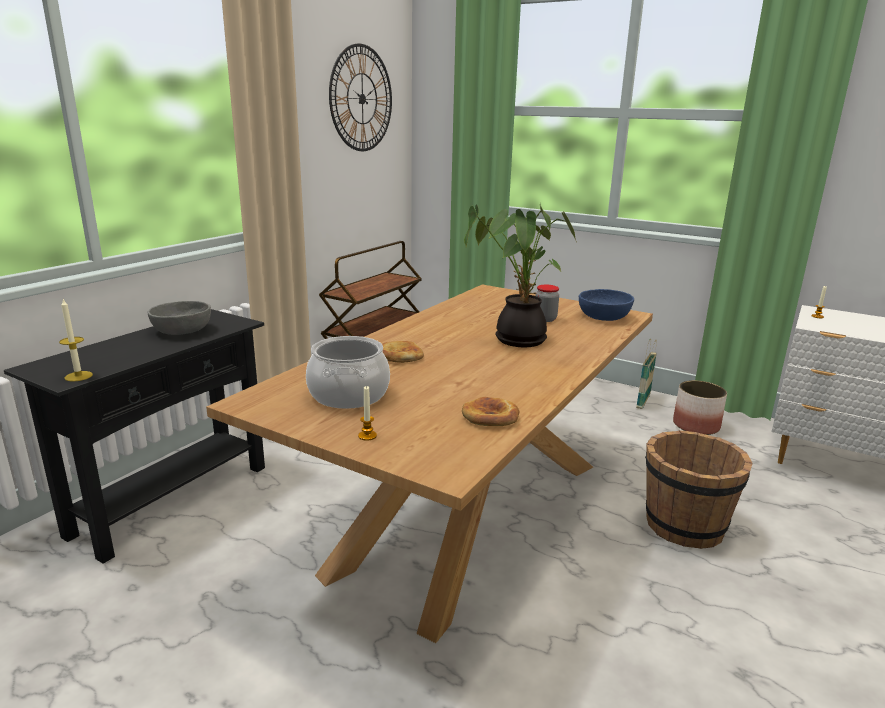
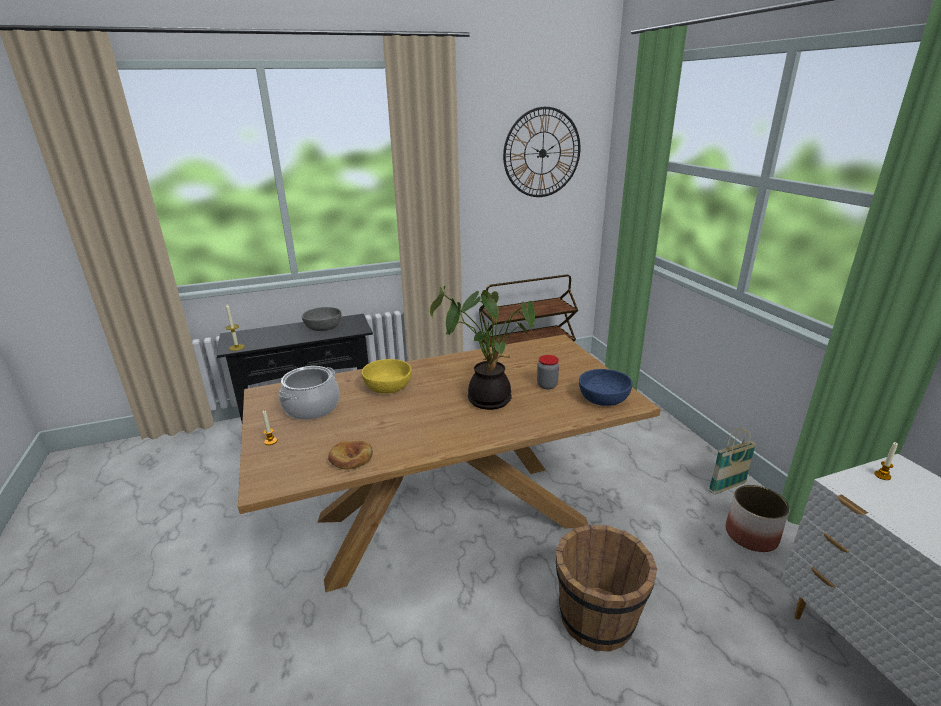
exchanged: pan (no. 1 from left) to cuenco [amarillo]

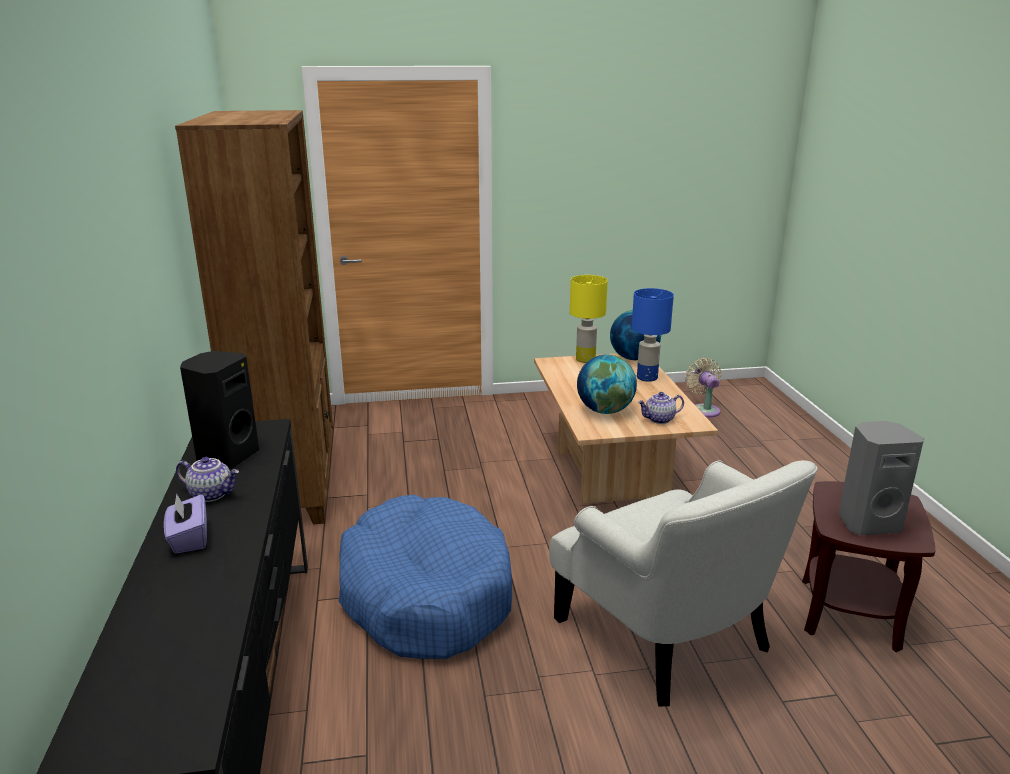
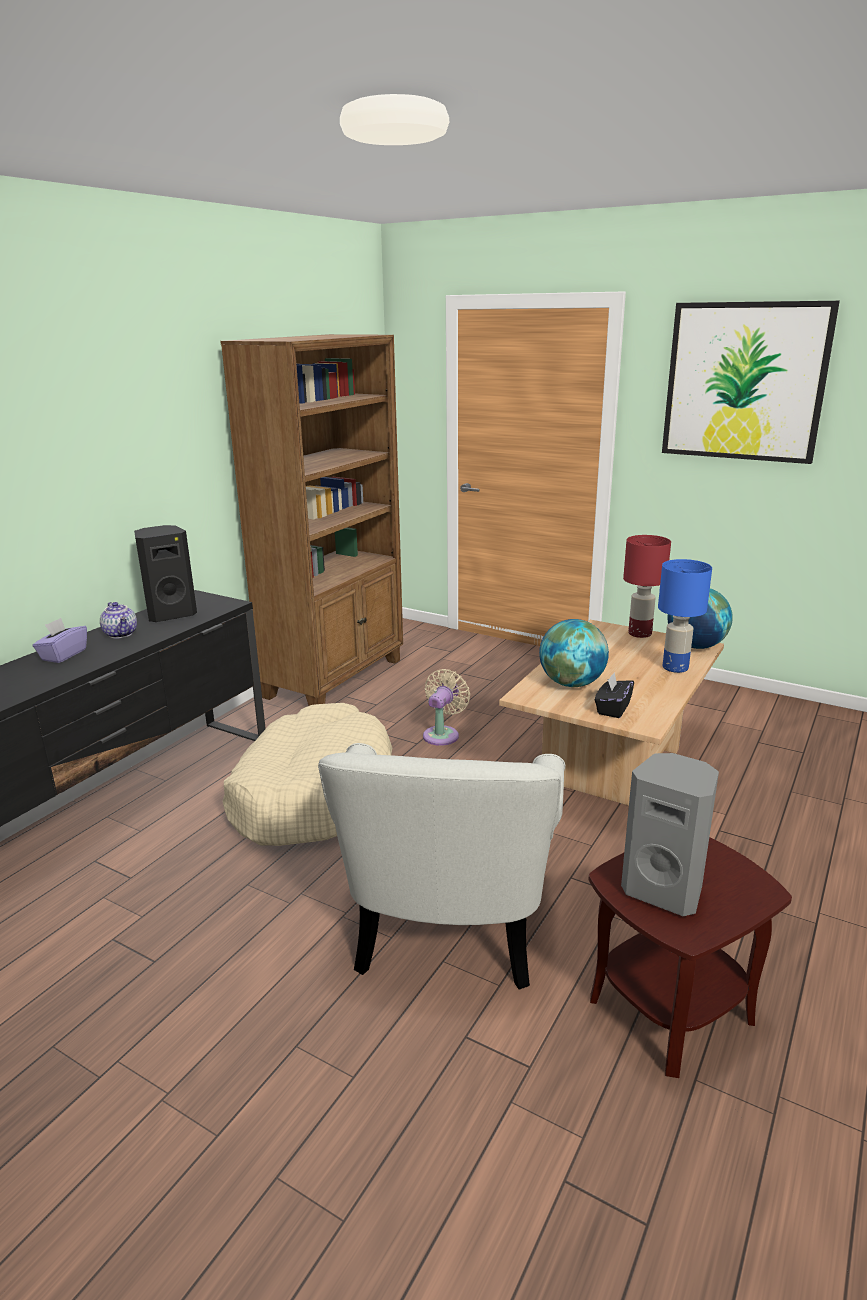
appeared: cuadro
relocated: ventilador [beis]
exchanged: tetera (no. 2 from left) to caja de pañuelos [negro]
colour: cama para perro [azul] to cama para perro [beis]; lámpara de mesa [amarillo] to lámpara de mesa [rojo]

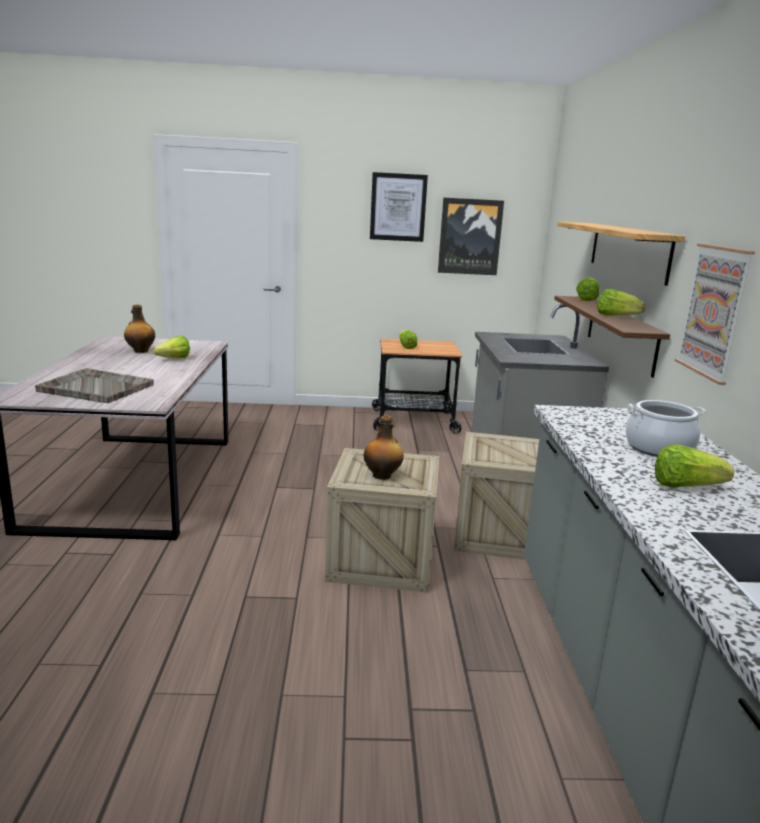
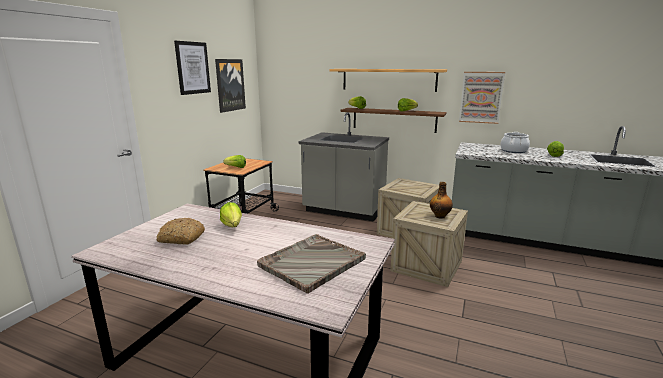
exchanged: botella (no. 1 from left) to pan

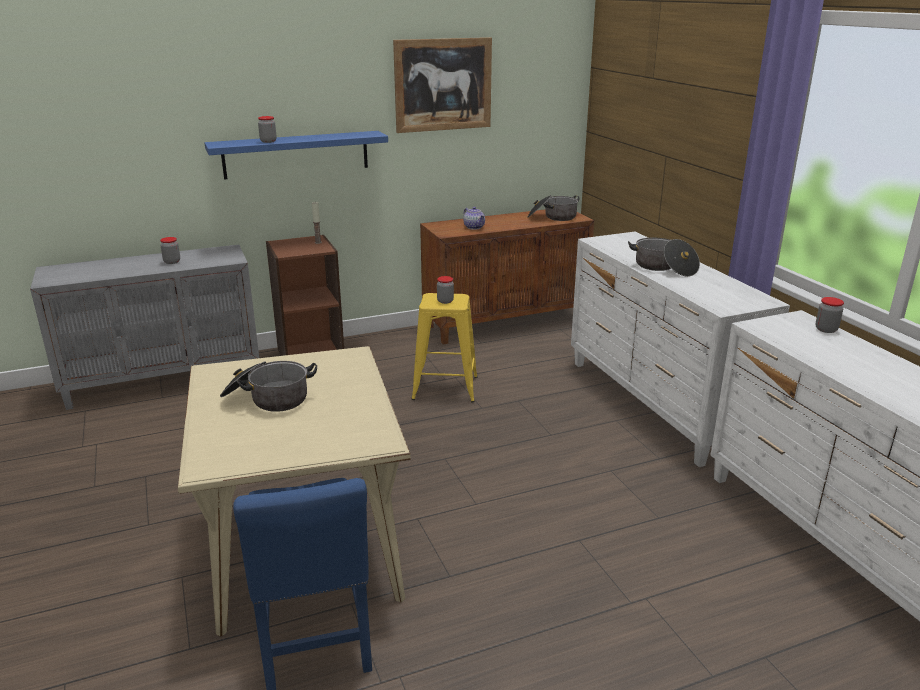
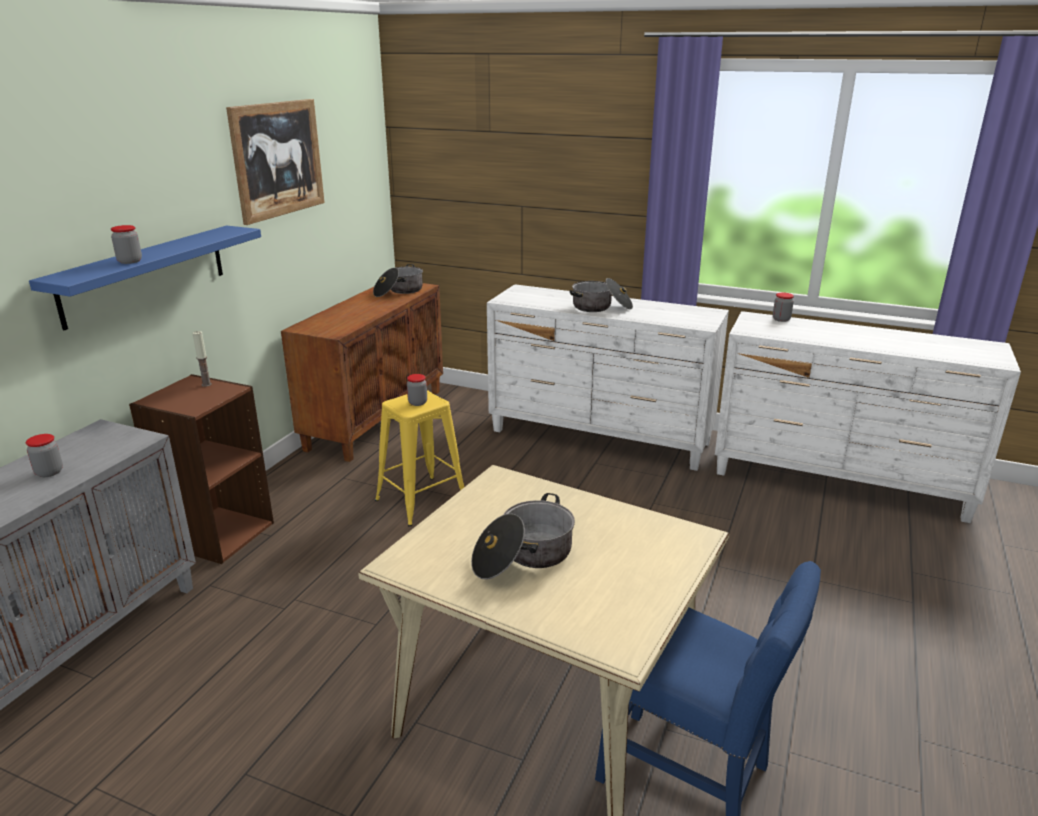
missing: tetera

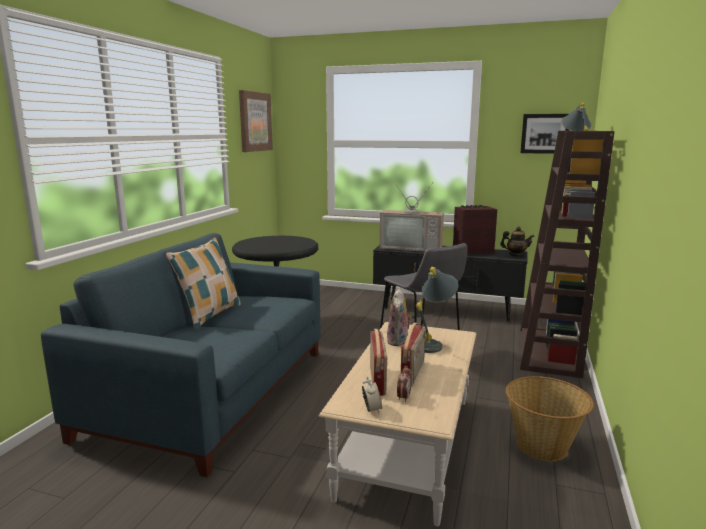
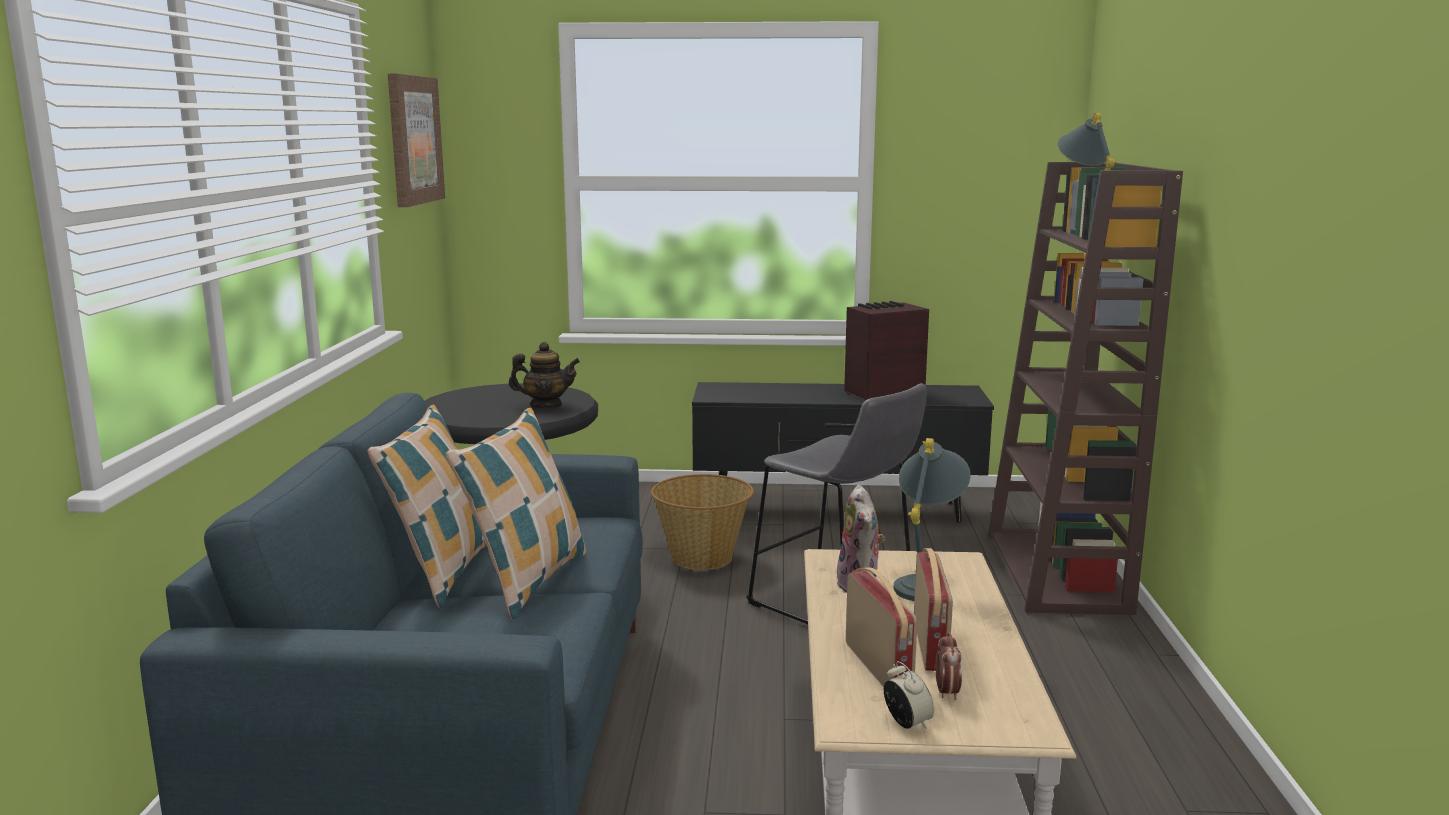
missing: televisor; cuadro (no. 2 from left)
appeared: cojín (no. 2 from left)
relocated: tetera; cesta

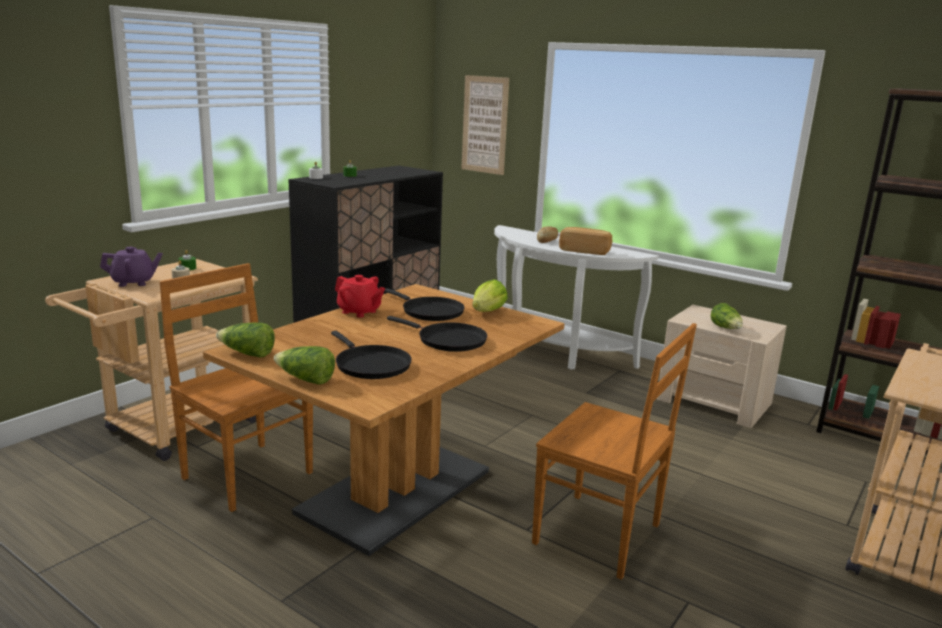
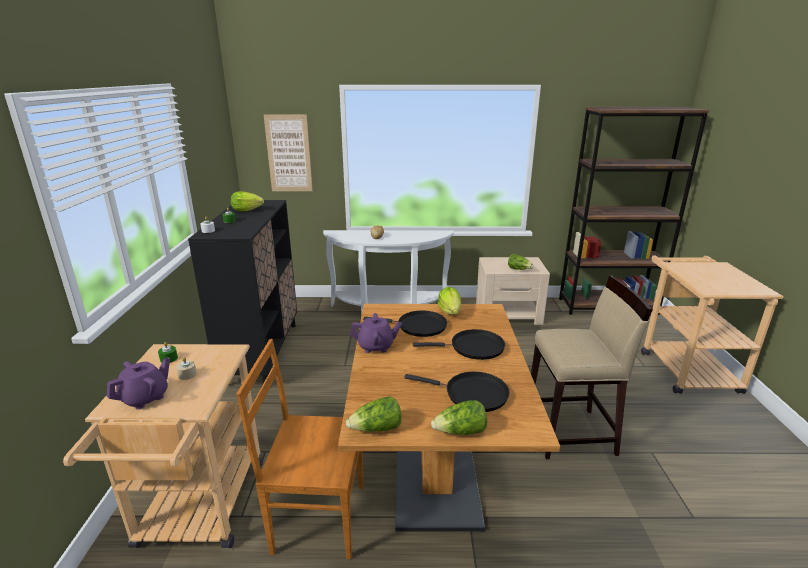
missing: pan (no. 2 from left)
appeared: lechuga (no. 1 from left)
exchanged: silla [marrón] (no. 2 from left) to taburete [beis]
colour: tetera [rojo] to tetera [morado] (no. 2 from left)

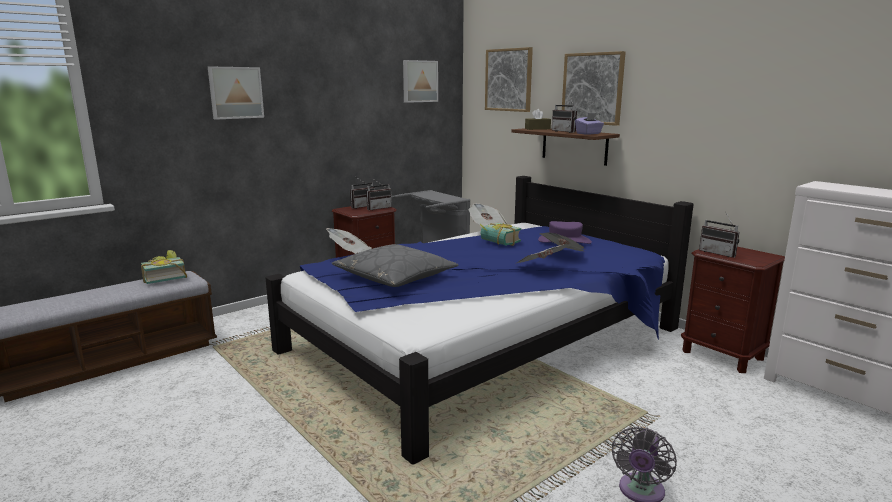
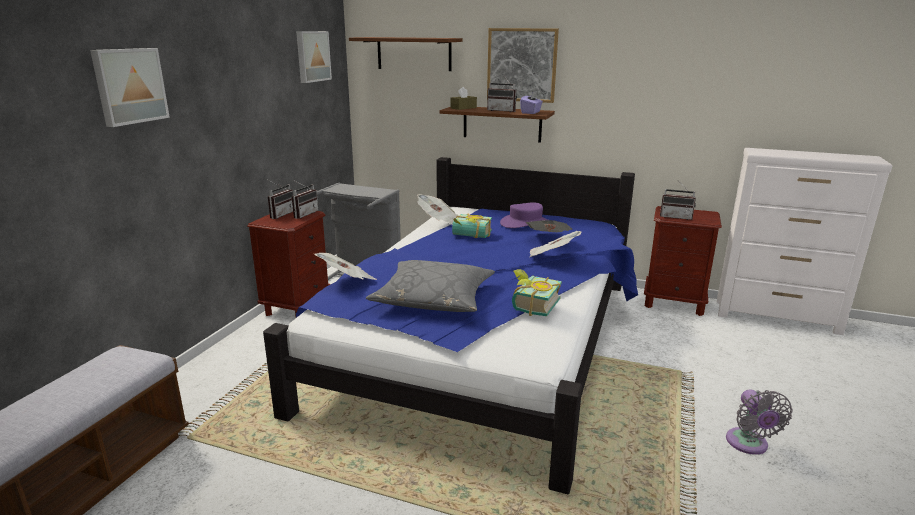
relocated: libro (no. 1 from left in the first image) to libro (no. 2 from left)
exchanged: cuadro (no. 3 from left) to estante [marrón] (no. 1 from left)

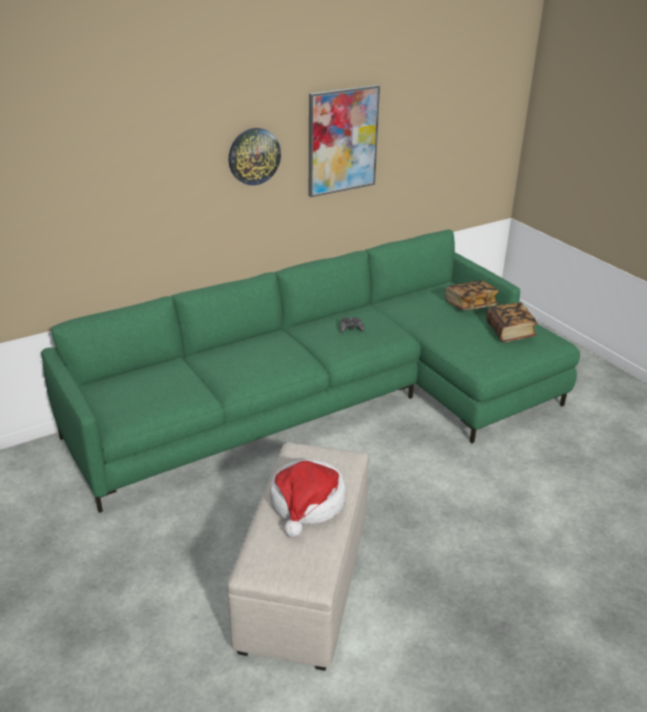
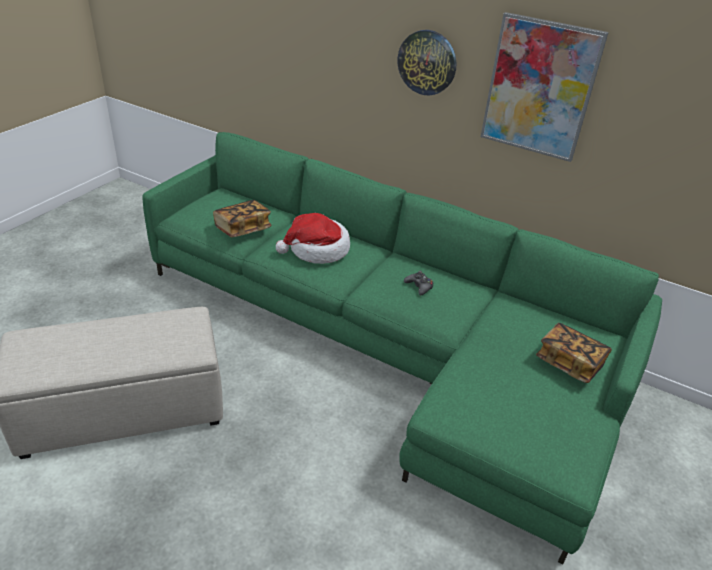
relocated: libro (no. 2 from left in the first image) to libro (no. 1 from left); sombrero

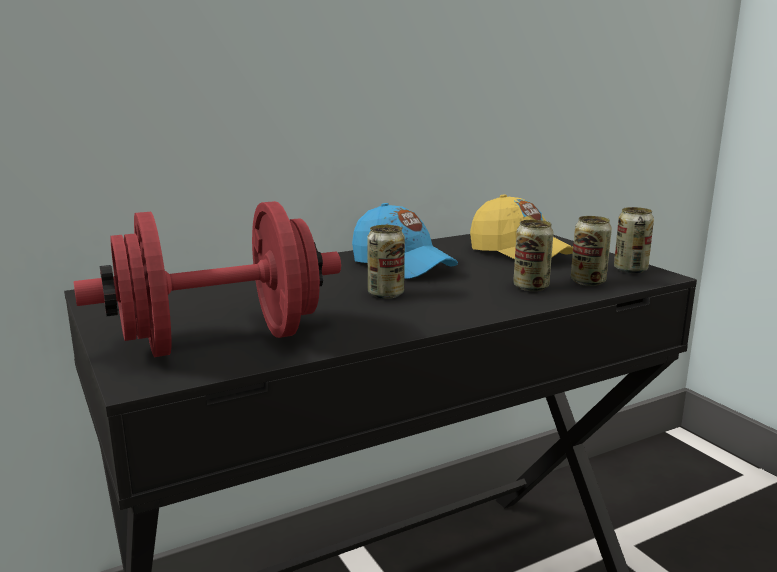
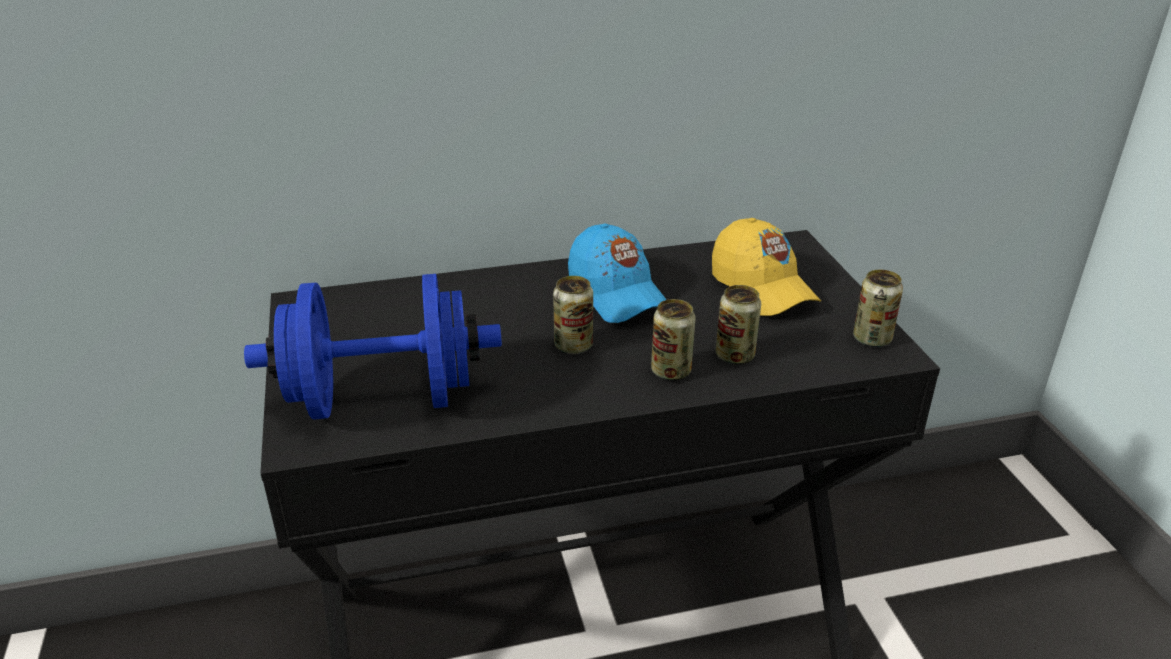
relocated: lata (no. 3 from left in the first image) to lata (no. 2 from left)
colour: mancuerna [rojo] to mancuerna [azul]

